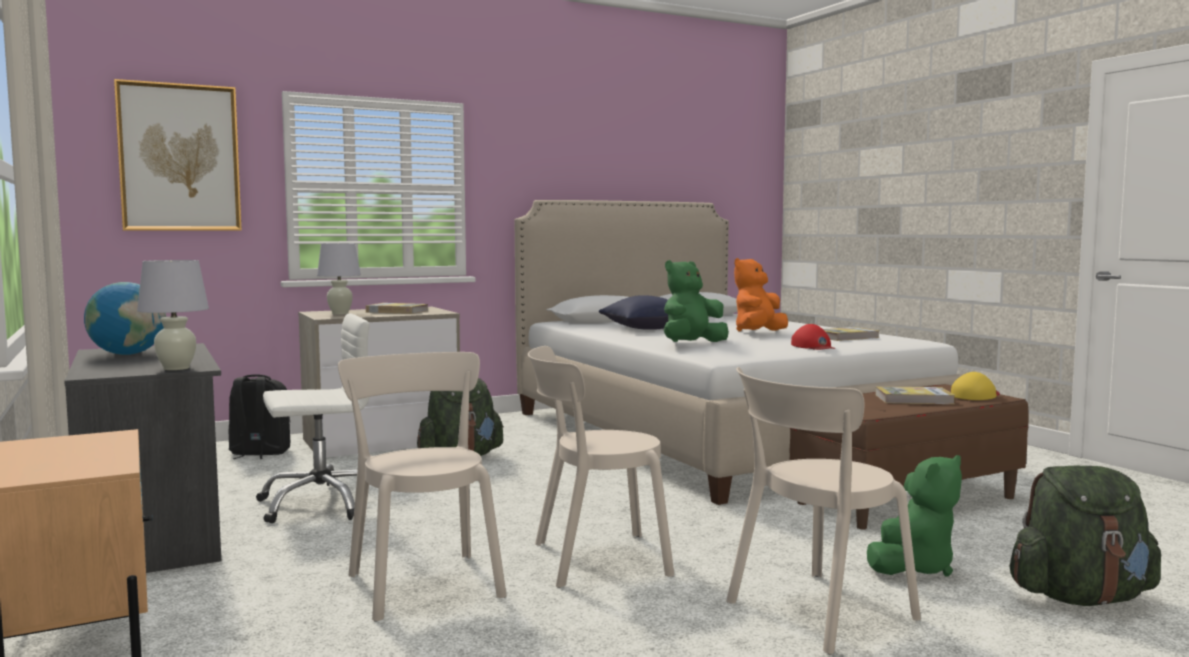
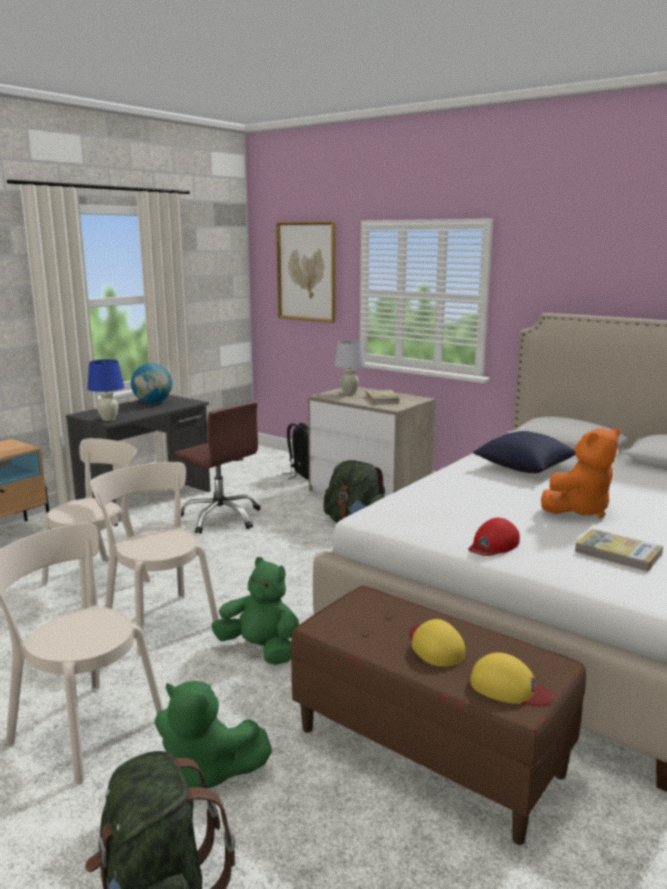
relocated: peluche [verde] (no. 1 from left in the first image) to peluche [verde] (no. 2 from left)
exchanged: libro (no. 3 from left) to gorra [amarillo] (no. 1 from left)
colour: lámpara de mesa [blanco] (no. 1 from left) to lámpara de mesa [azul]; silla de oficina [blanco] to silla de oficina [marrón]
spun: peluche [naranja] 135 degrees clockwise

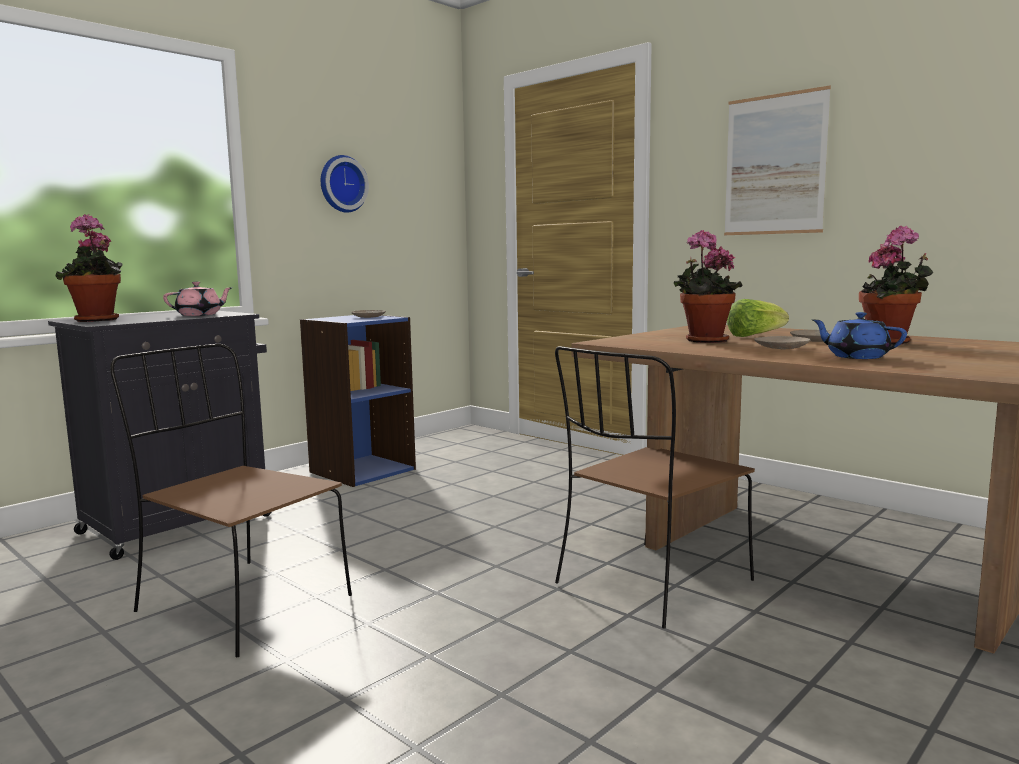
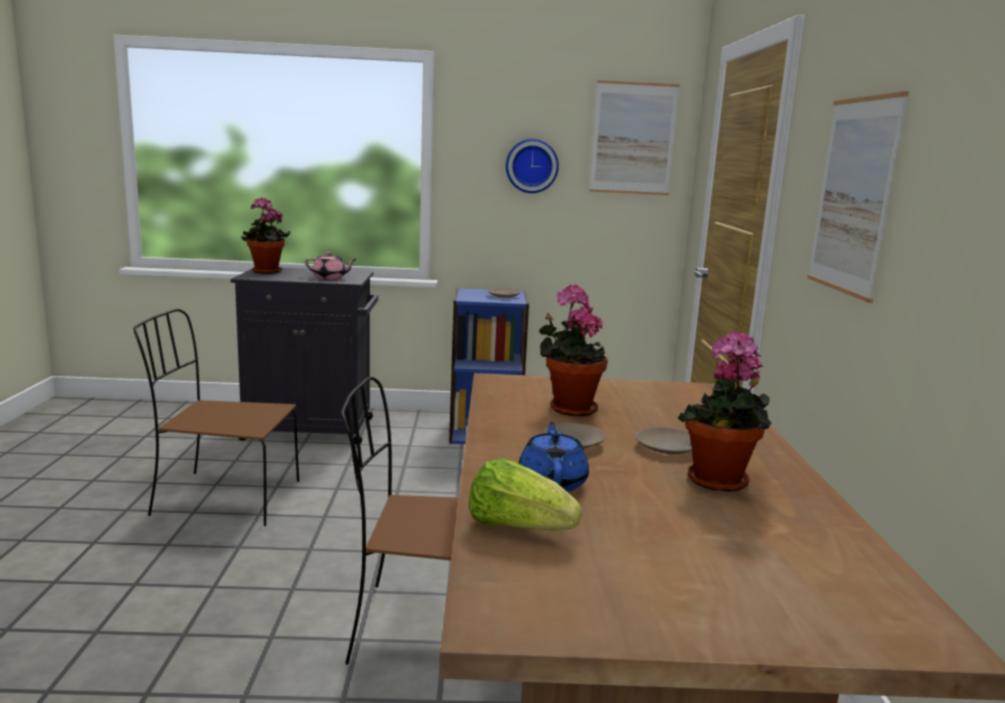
appeared: cuadro (no. 1 from left)
relocated: lechuga
spun: silla [marrón] (no. 1 from left) 75 degrees counterclockwise

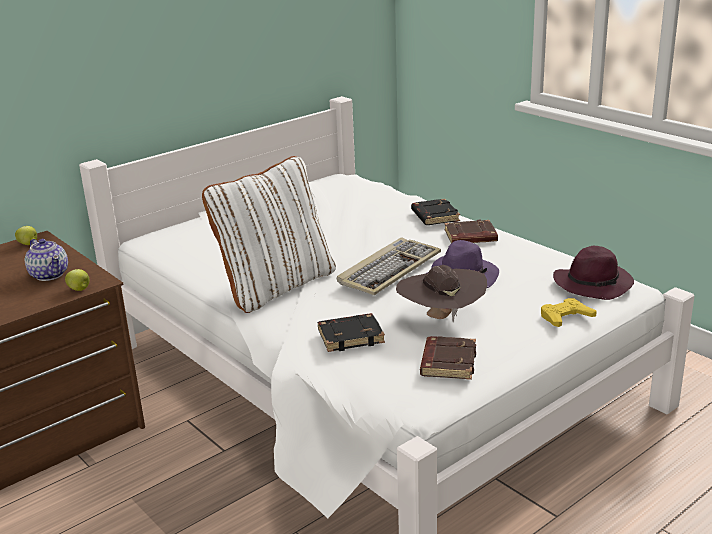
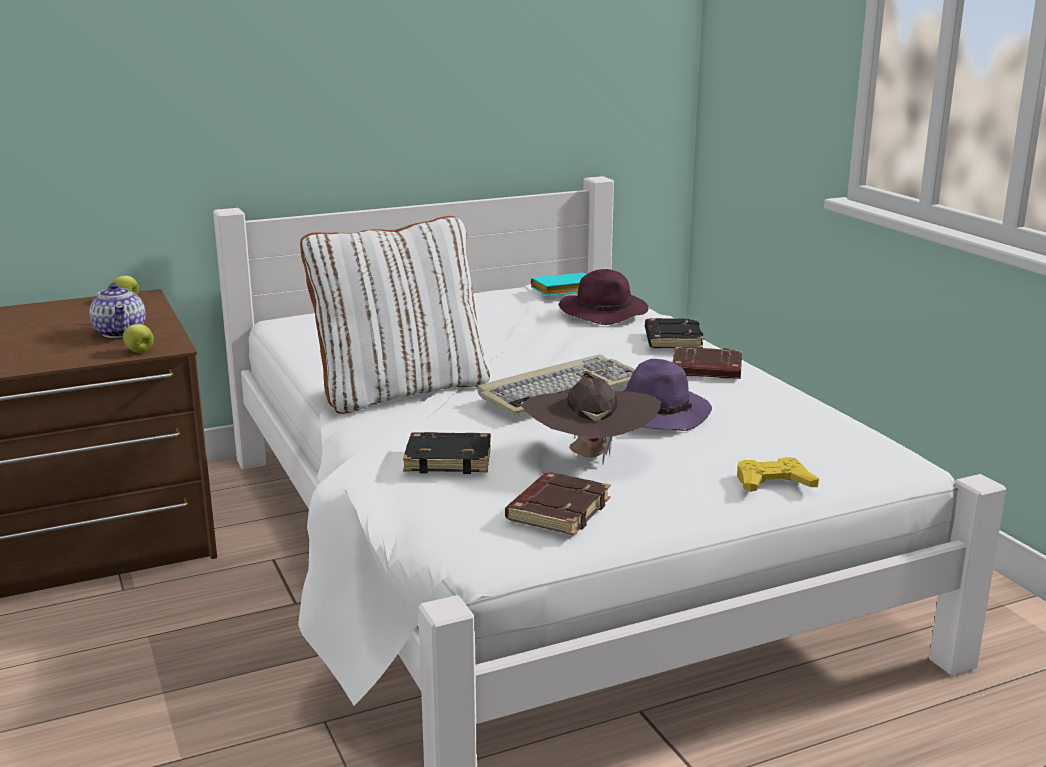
appeared: libro [turquesa]
relocated: sombrero [morado] (no. 2 from left in the first image) to sombrero [morado] (no. 1 from left)

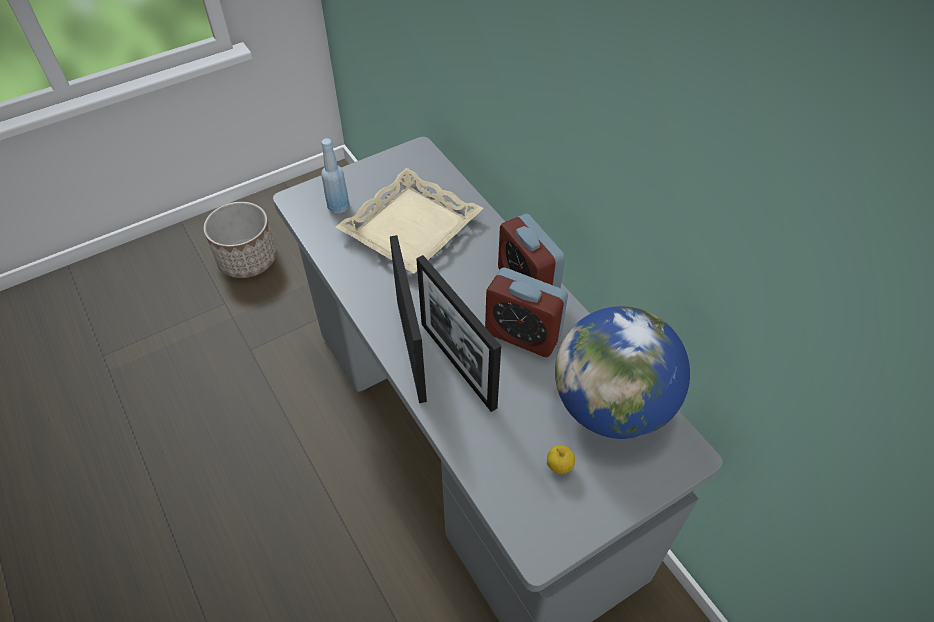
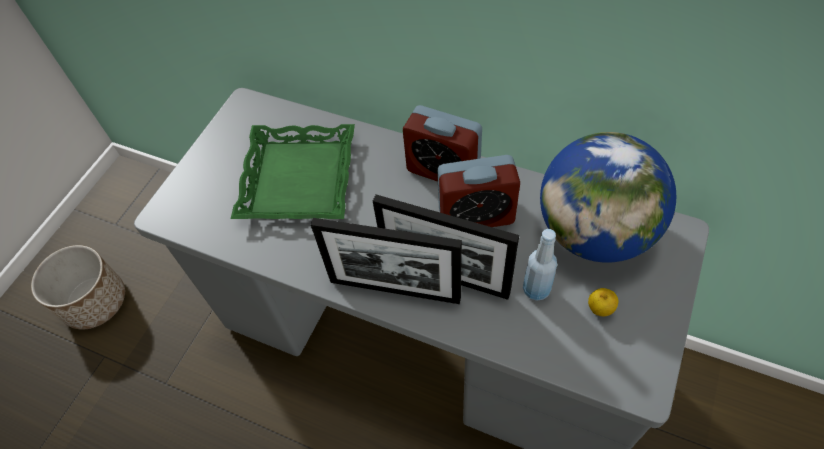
relocated: botella [azul]
colour: bandeja [beis] to bandeja [verde]
spun: portarretratos (no. 1 from left) 150 degrees clockwise

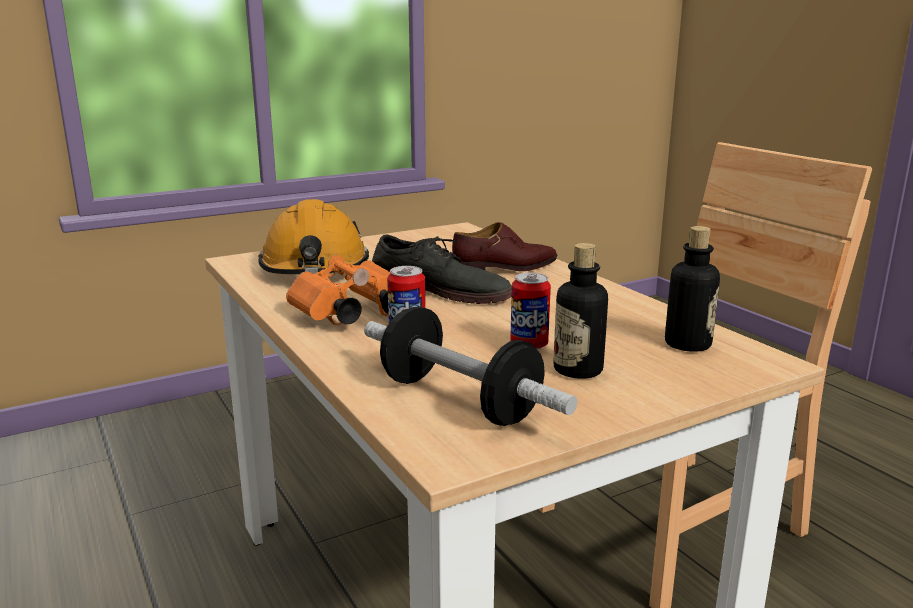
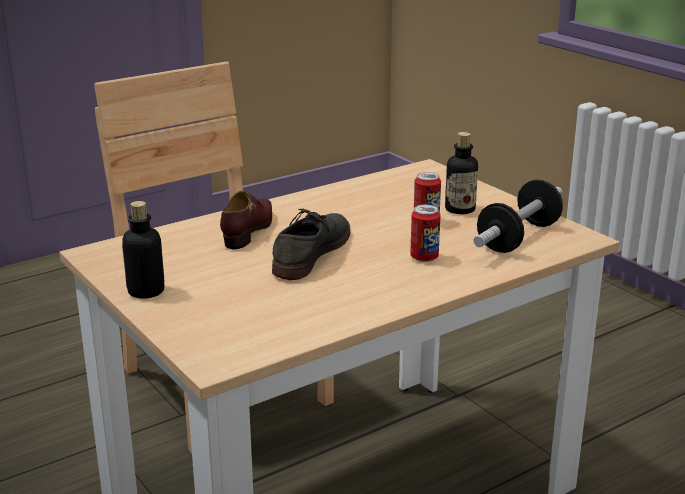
missing: casco [naranja]; prismáticos [naranja]
relocated: botella (no. 2 from left in the first image) to botella (no. 1 from left)
spun: zapato [marrón] 45 degrees clockwise

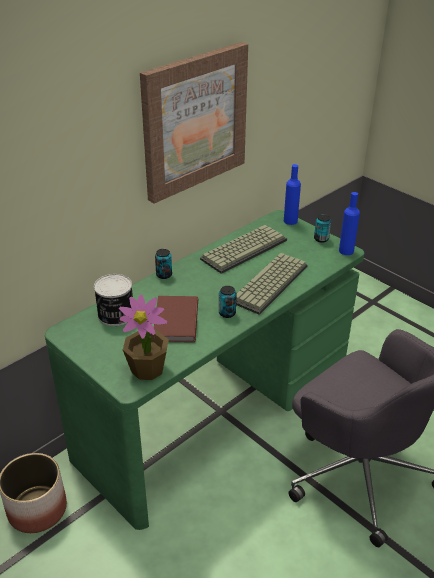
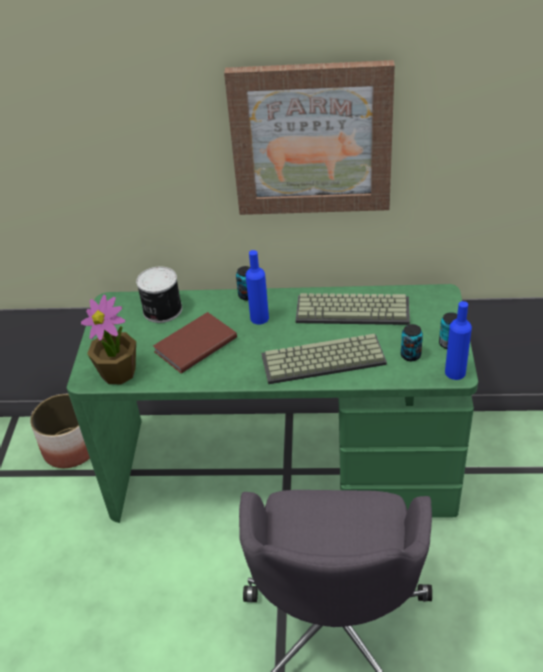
relocated: botella [azul] (no. 1 from left); lata (no. 3 from left)

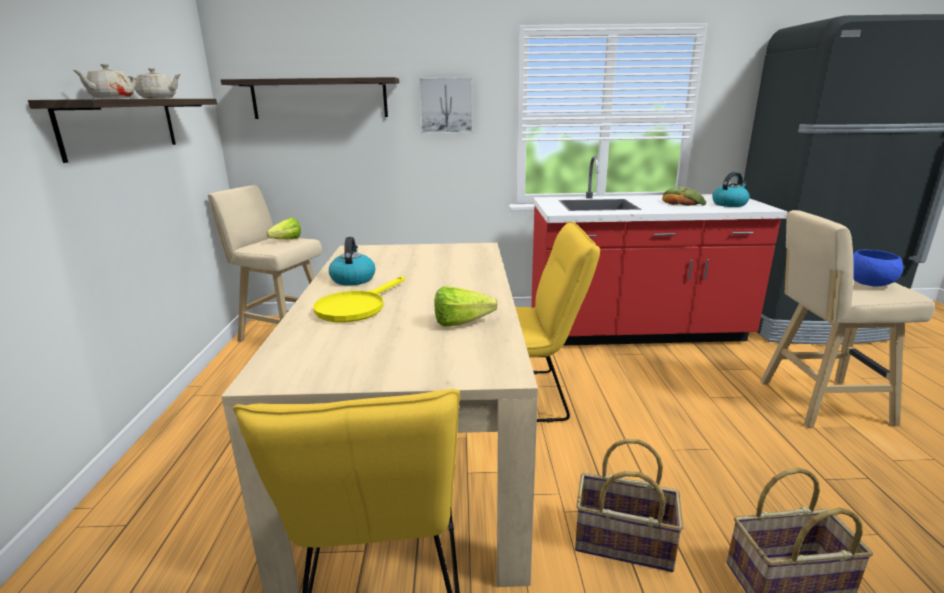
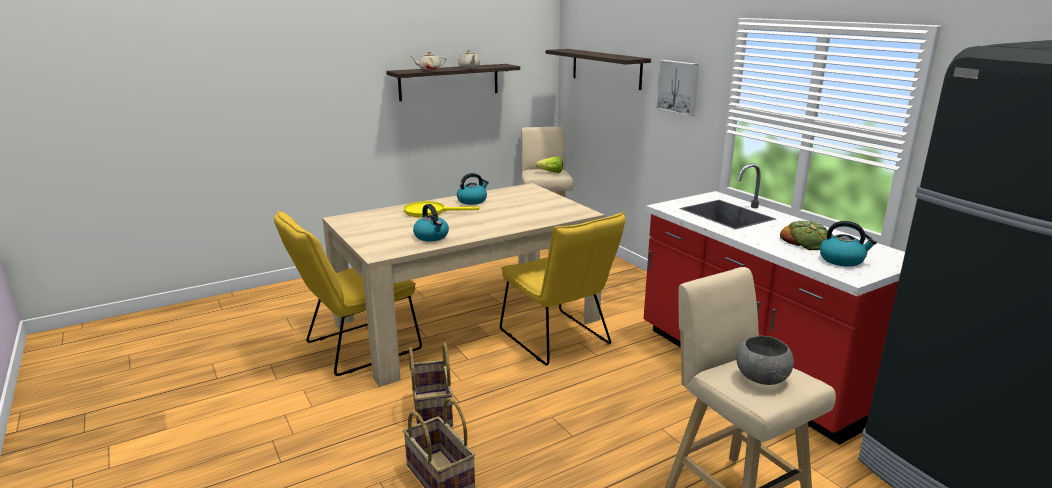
exchanged: lechuga (no. 2 from left) to hervidor (no. 1 from left)
colour: cuenco [azul] to cuenco [gris]

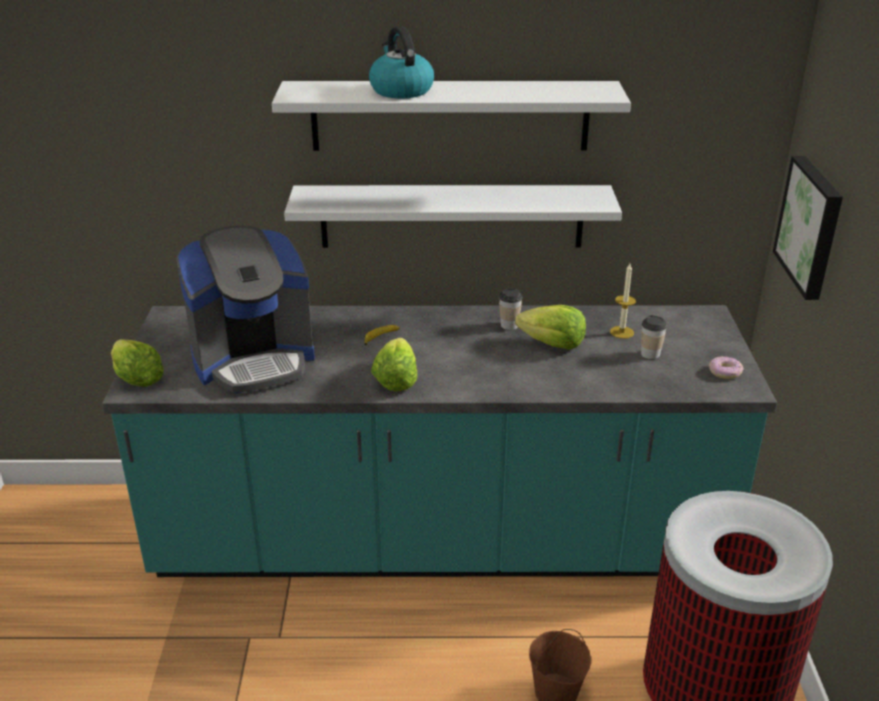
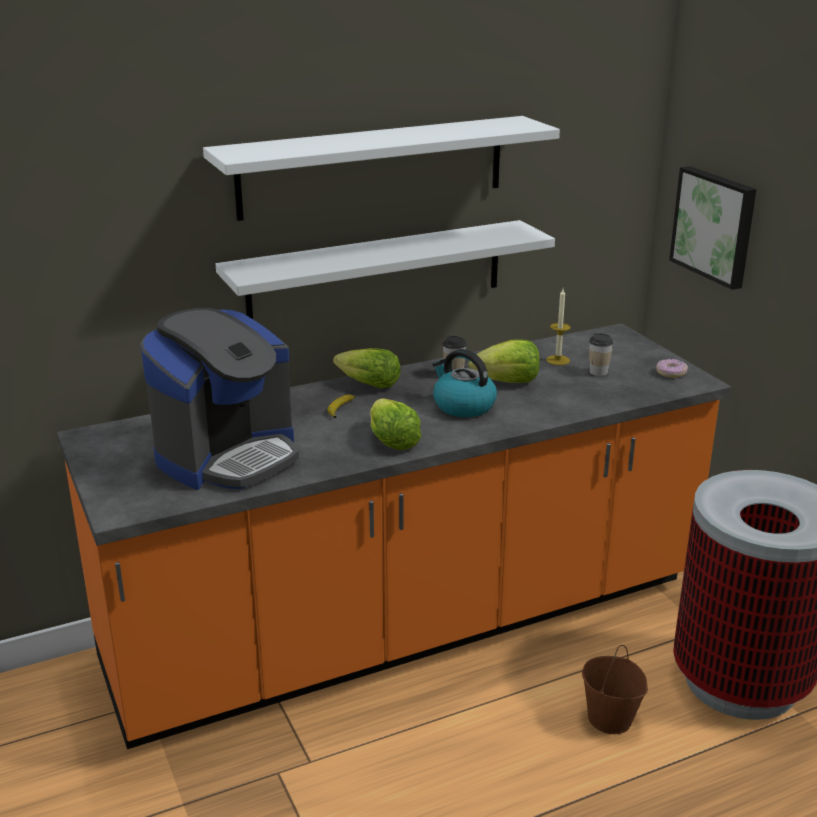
relocated: lechuga (no. 1 from left); hervidor
colour: mueble bajo de cocina [turquesa] to mueble bajo de cocina [naranja]

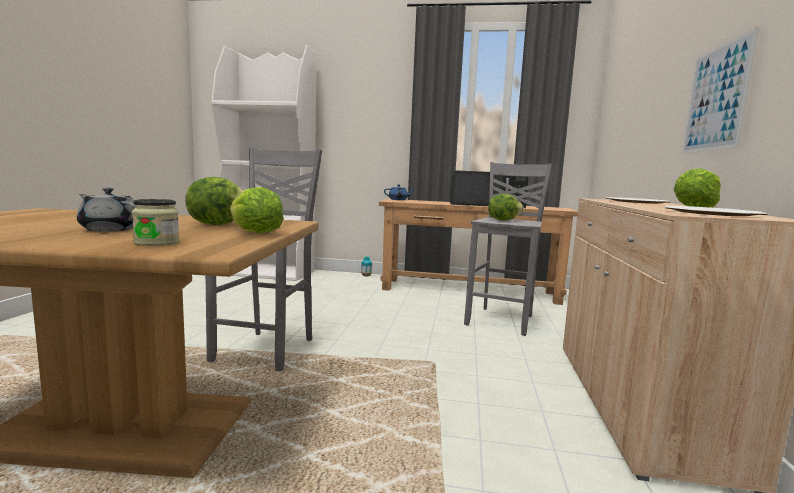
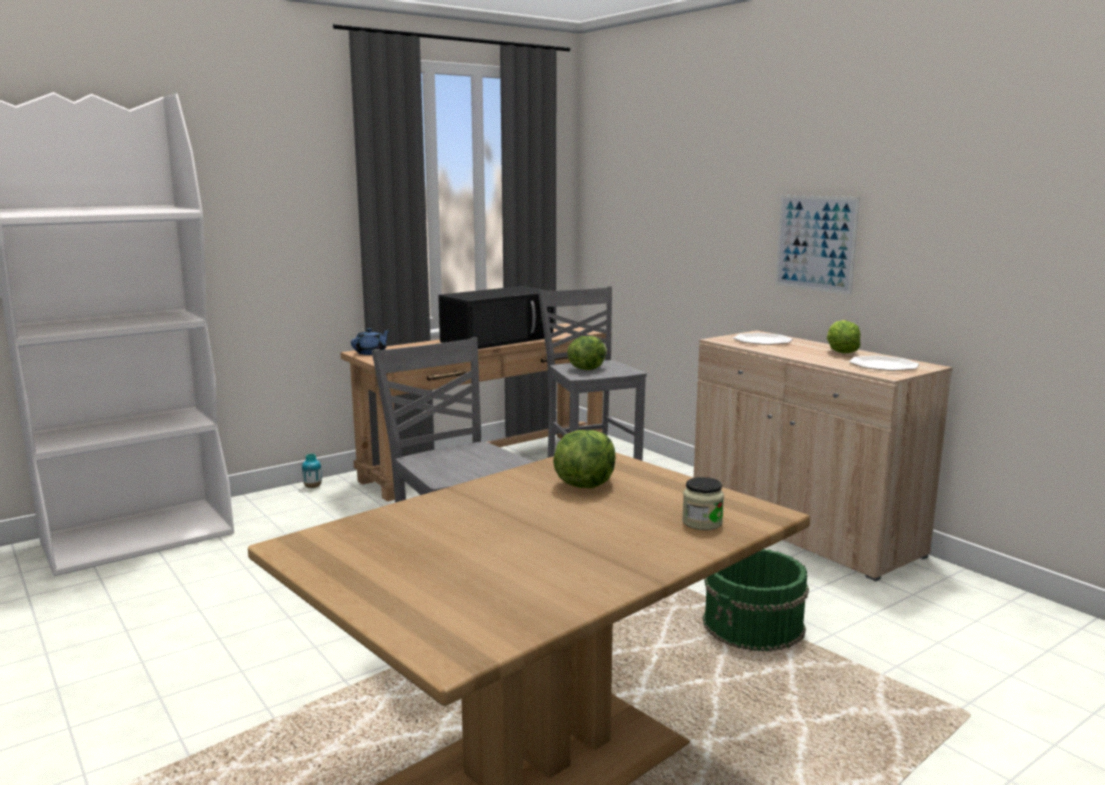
missing: tetera [gris]; lechuga (no. 2 from left)
appeared: cubo [verde]

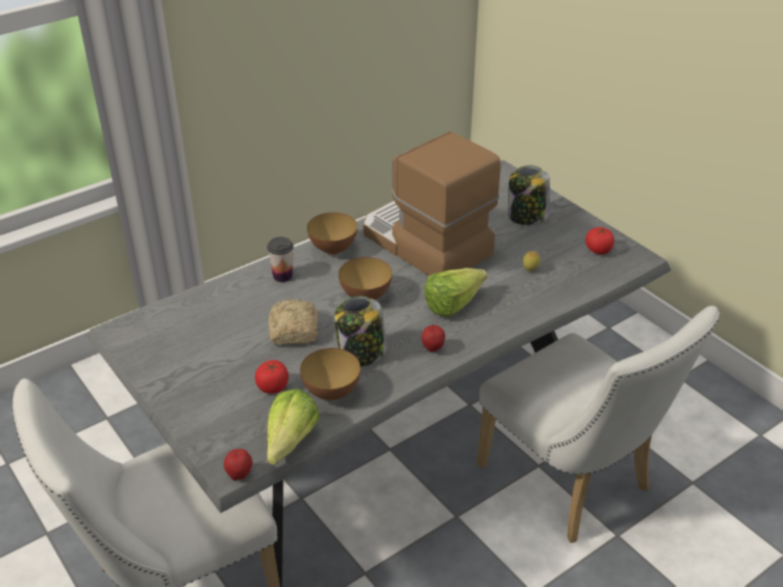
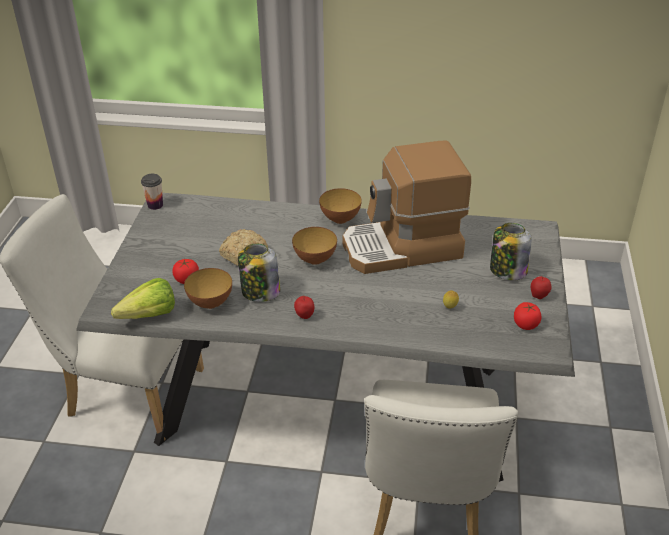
missing: lechuga (no. 2 from left)
relocated: taza; manzana (no. 1 from left in the first image) to manzana (no. 2 from left)
spun: cafetera 105 degrees counterclockwise

